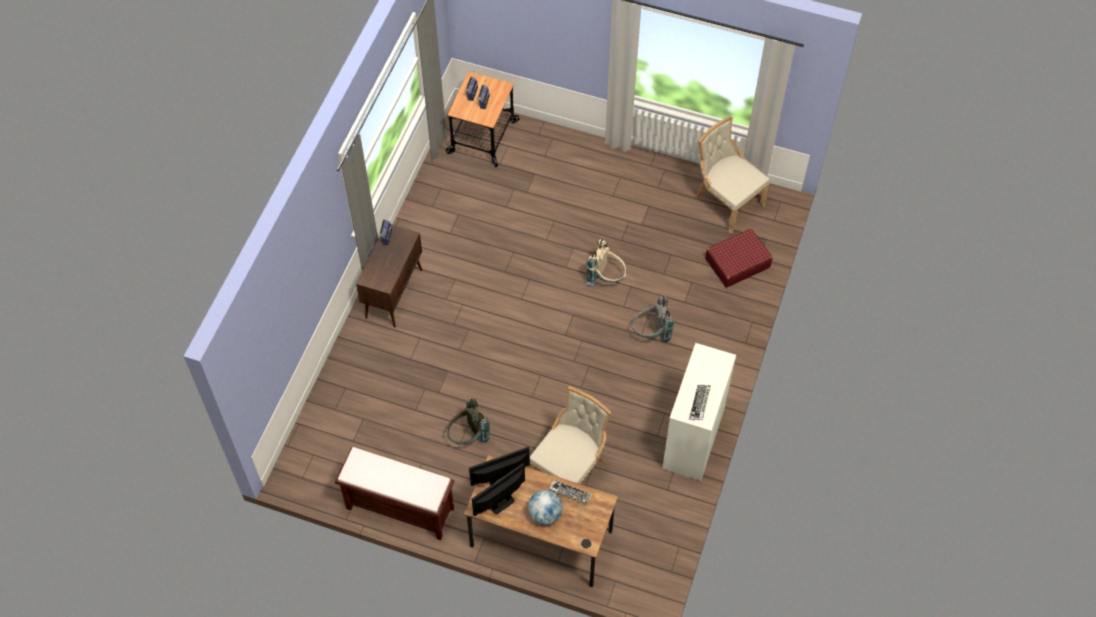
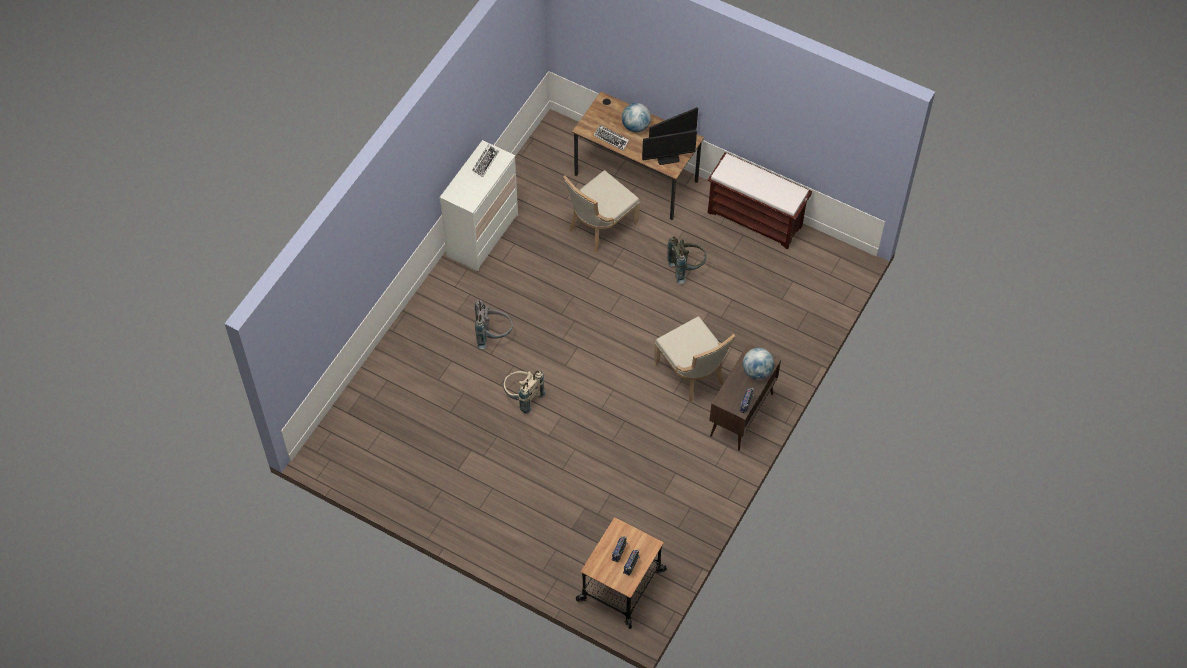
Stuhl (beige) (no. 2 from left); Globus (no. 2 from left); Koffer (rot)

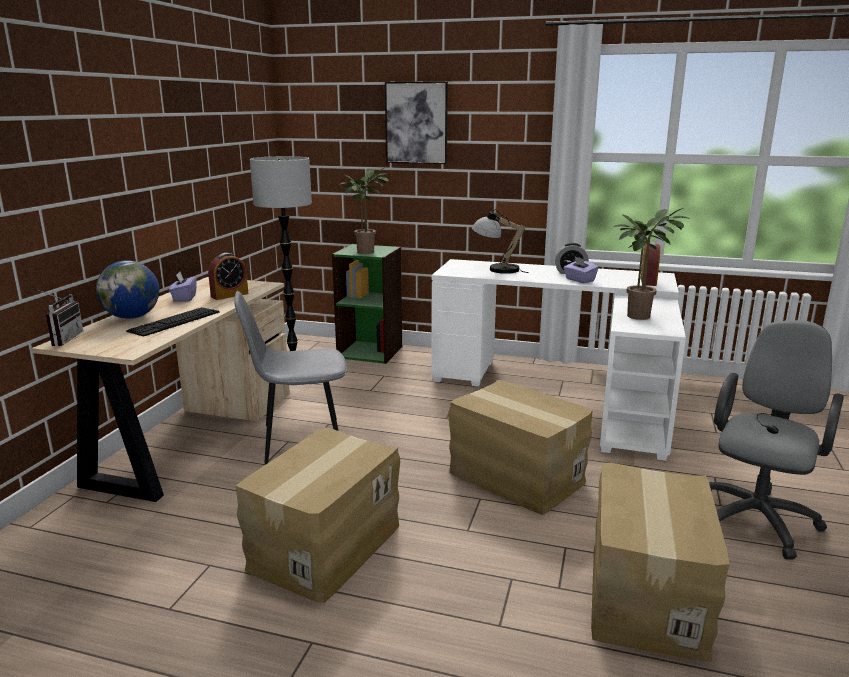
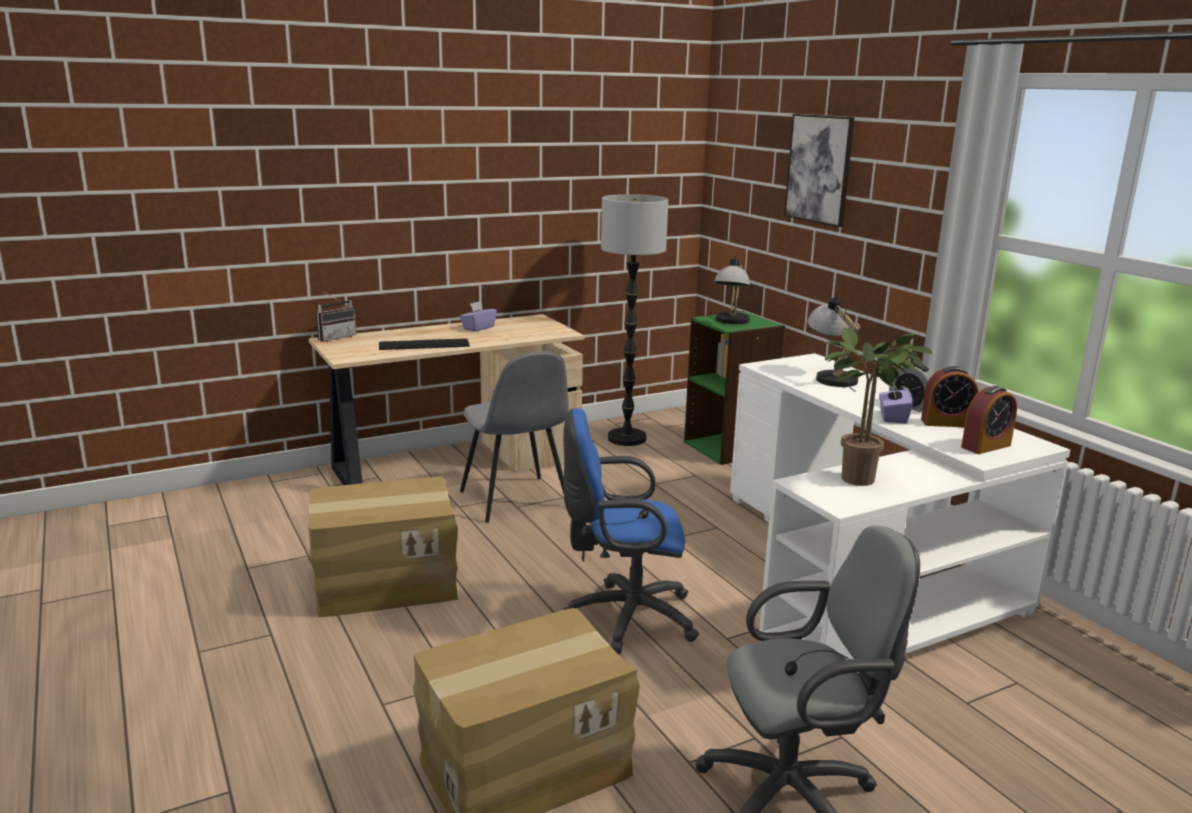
Stuhl (grau); Bürostuhl (blau); Tischlampe (no. 1 from left); Wecker (no. 2 from left); Globus

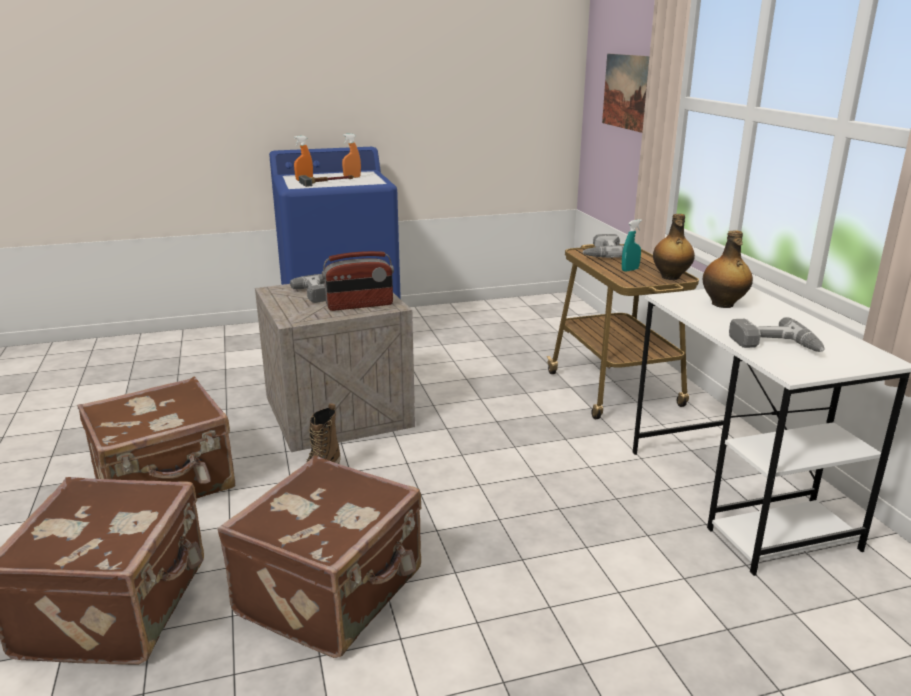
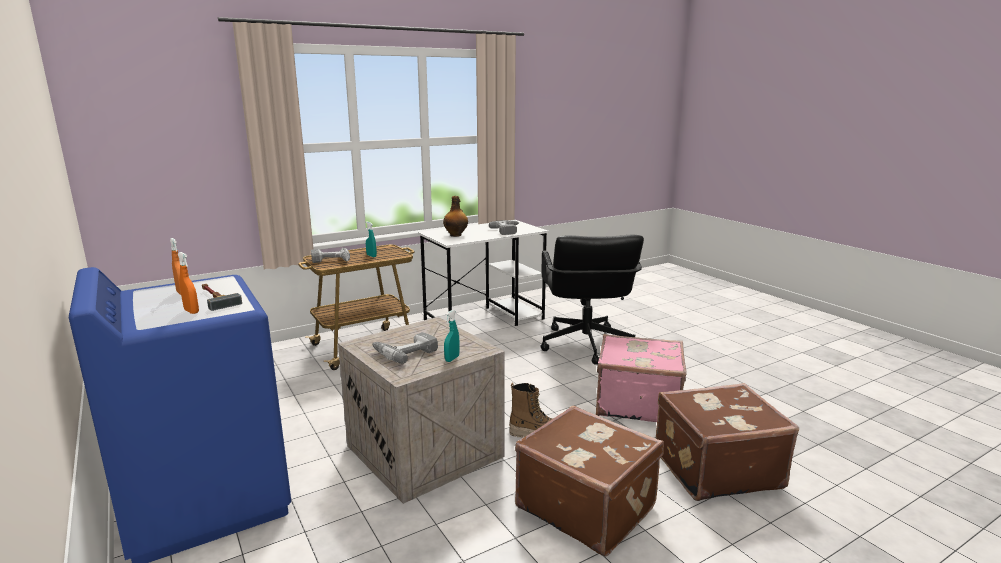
Sprühflasche (türkis) (no. 2 from left); Bürostuhl (schwarz); Koffer (rosa); Radio; Bild; Flasche (no. 1 from left in the first image)

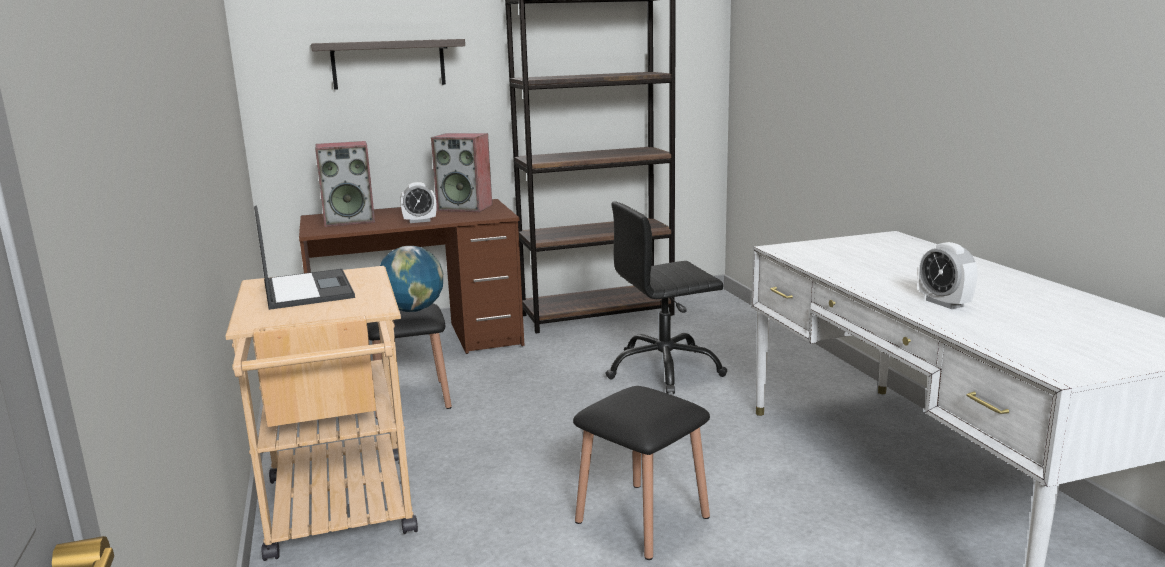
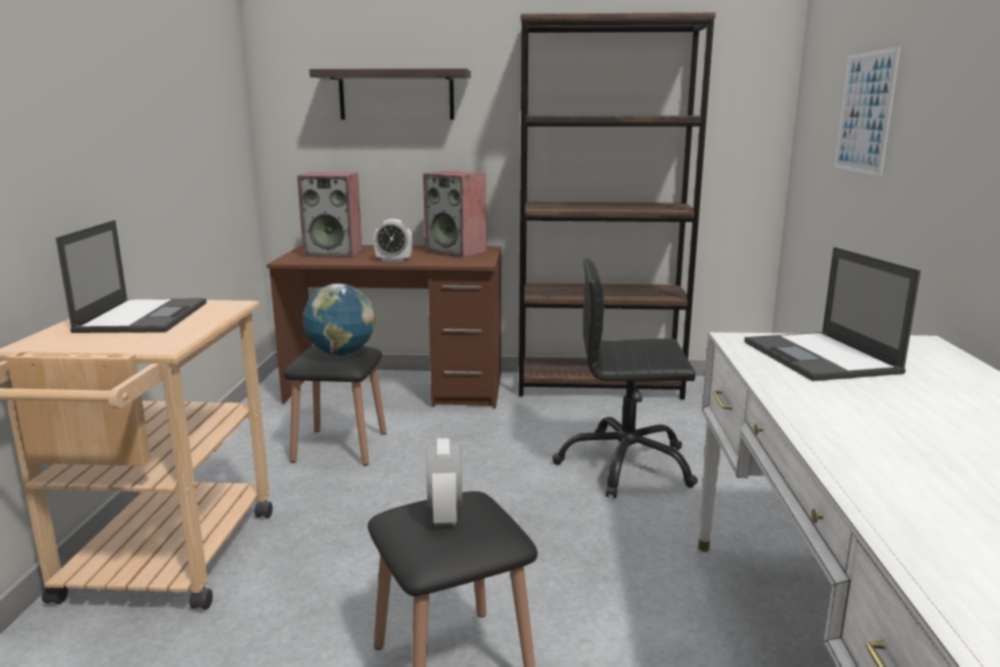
Wecker (no. 2 from left); Laptop (no. 2 from left); Bild

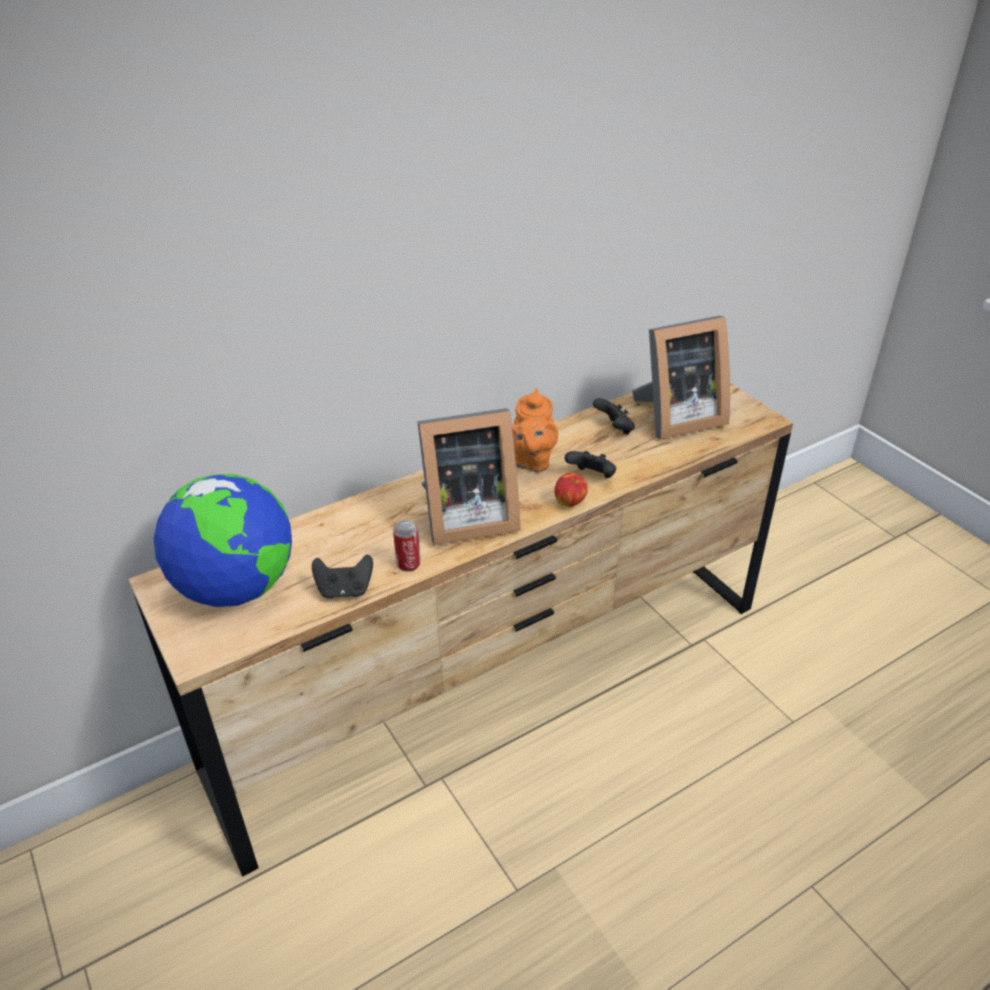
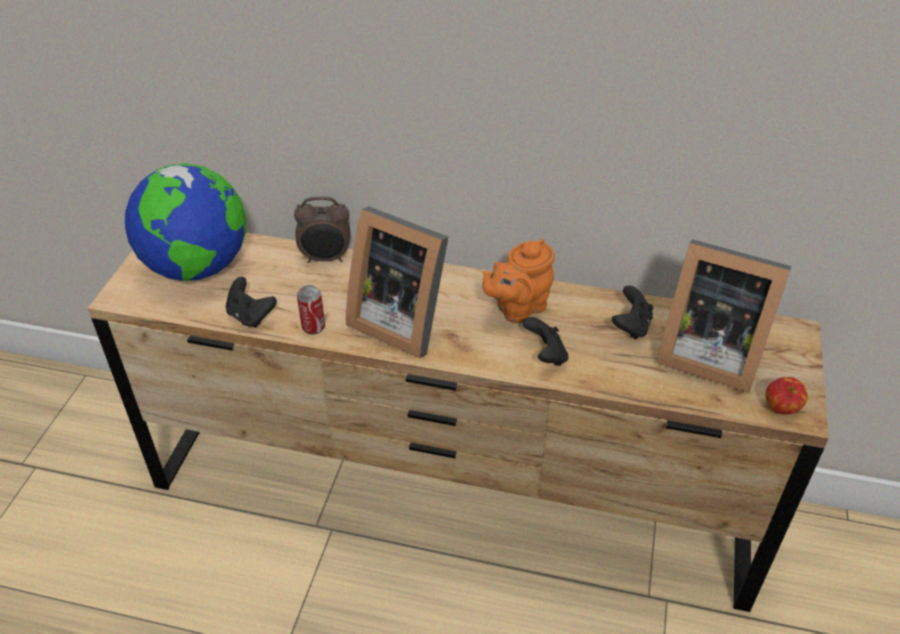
Wecker; Apfel

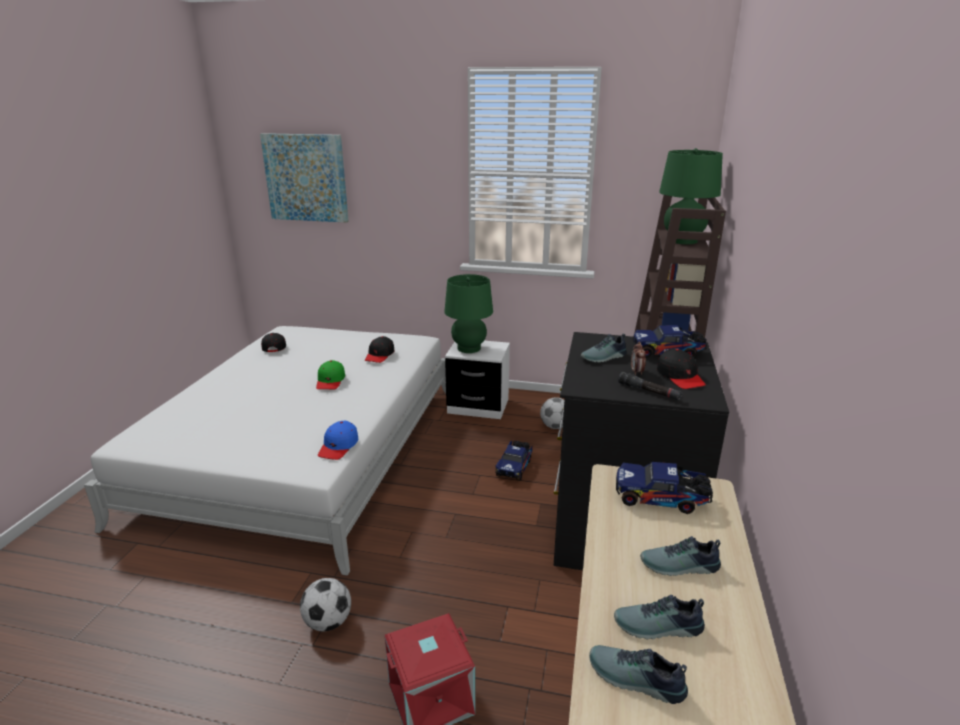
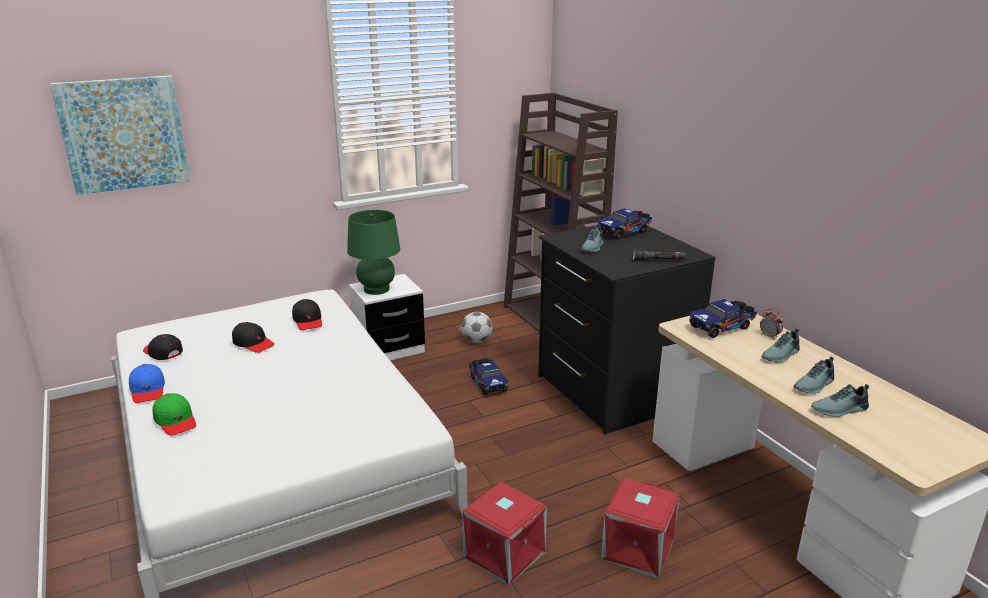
Kappe (blau); Kappe (grün); Kappe (schwarz) (no. 2 from left); Aufbewahrungsbox (rot) (no. 1 from left); Wecker; Tischlampe (grün) (no. 2 from left in the first image)

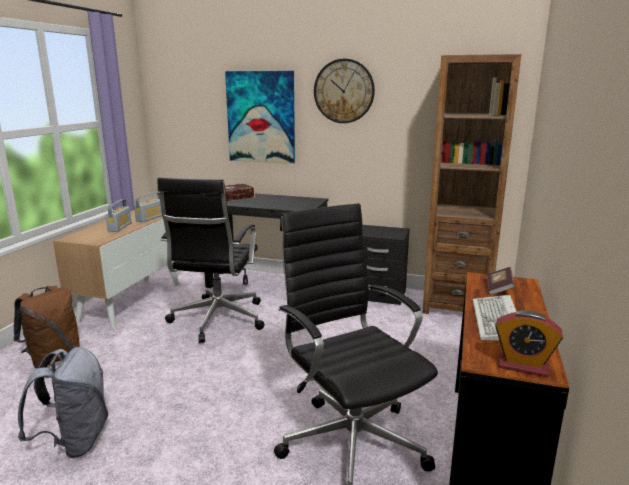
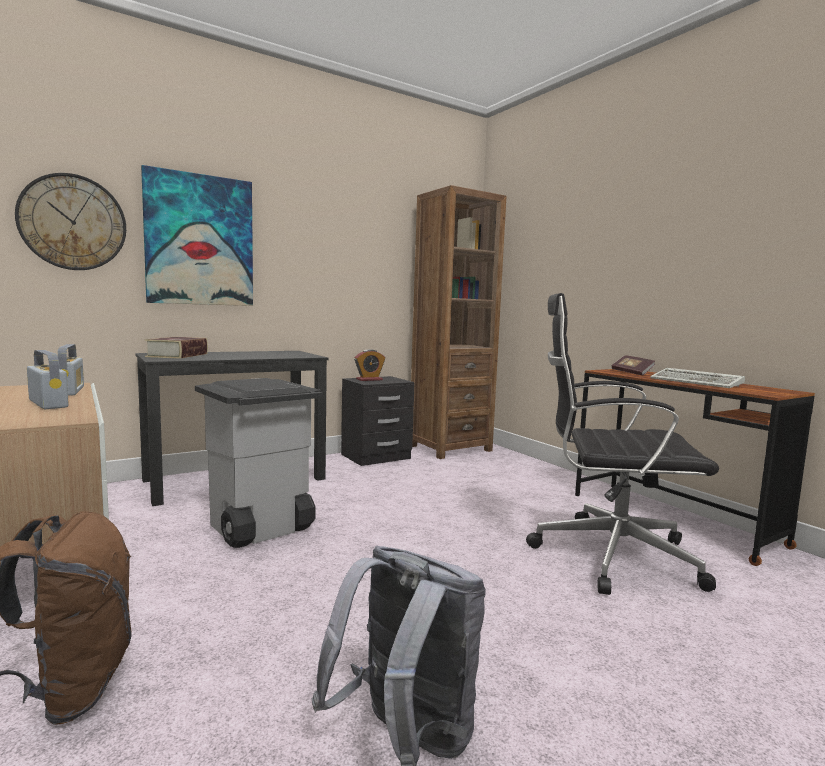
Wanduhr; Mülleimer (grau); Wecker

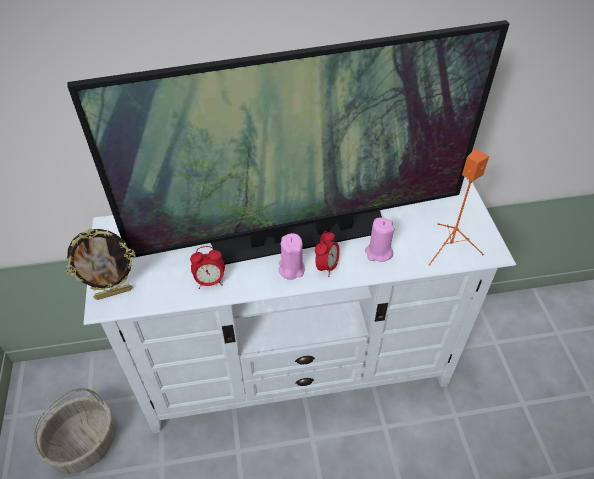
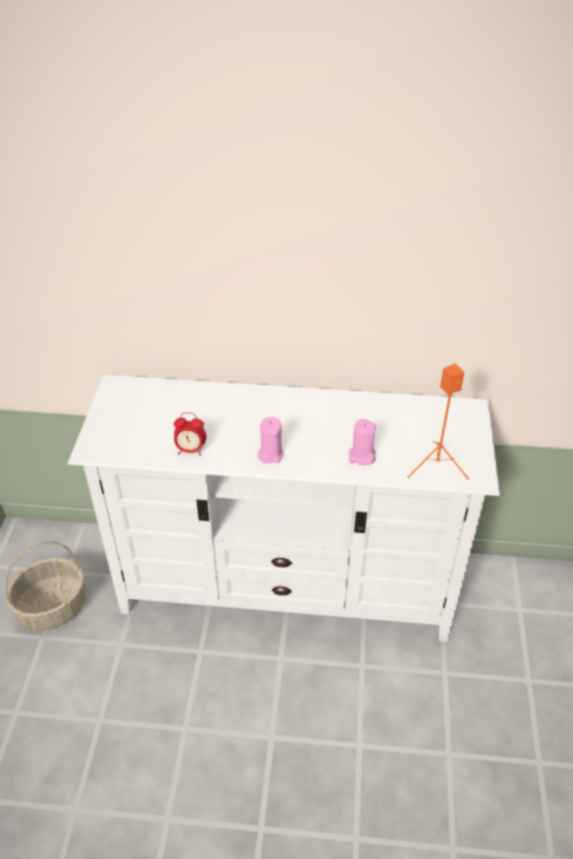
Bilderrahmen; Fernseher; Wecker (no. 2 from left in the first image)

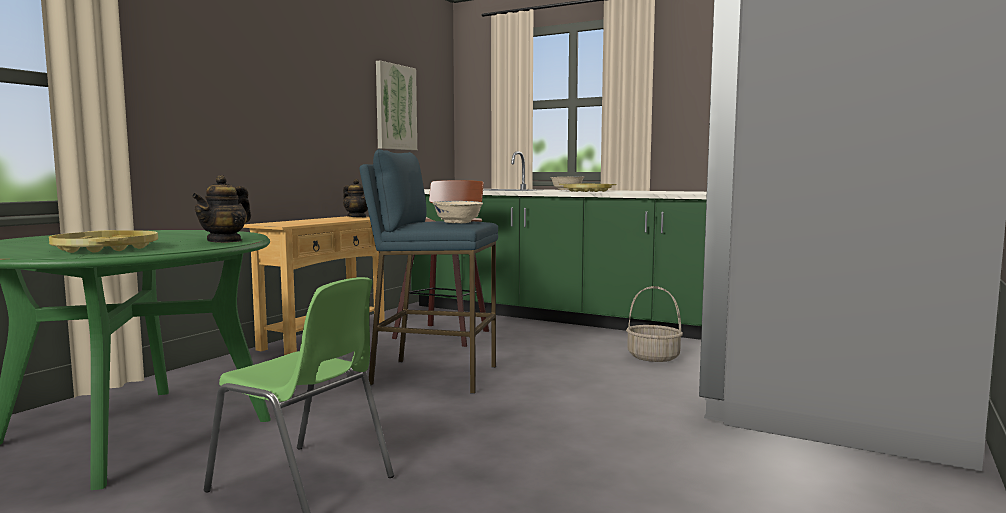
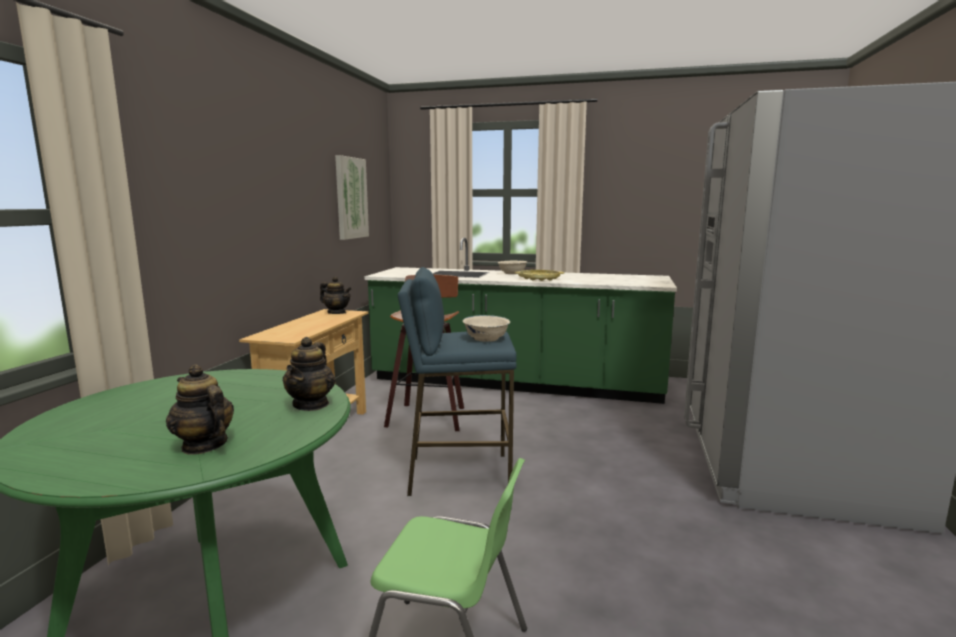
Teekanne (no. 1 from left); Korb

